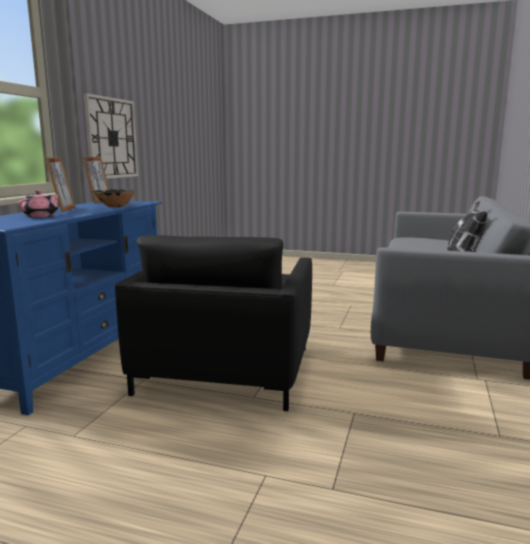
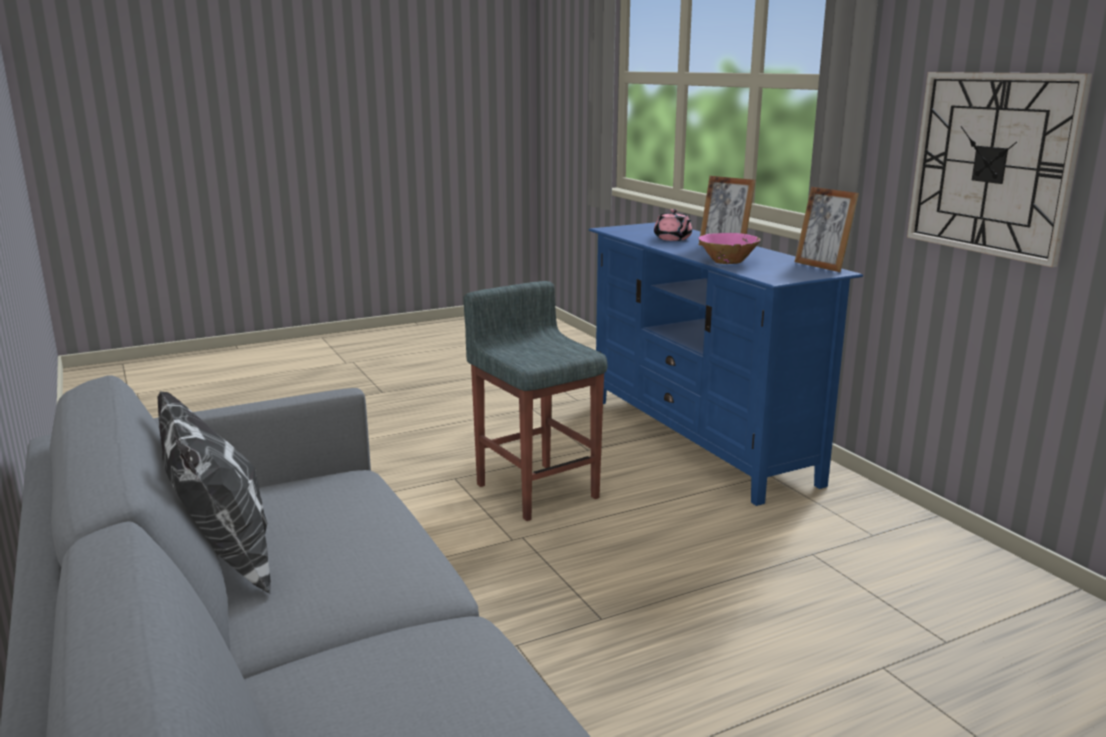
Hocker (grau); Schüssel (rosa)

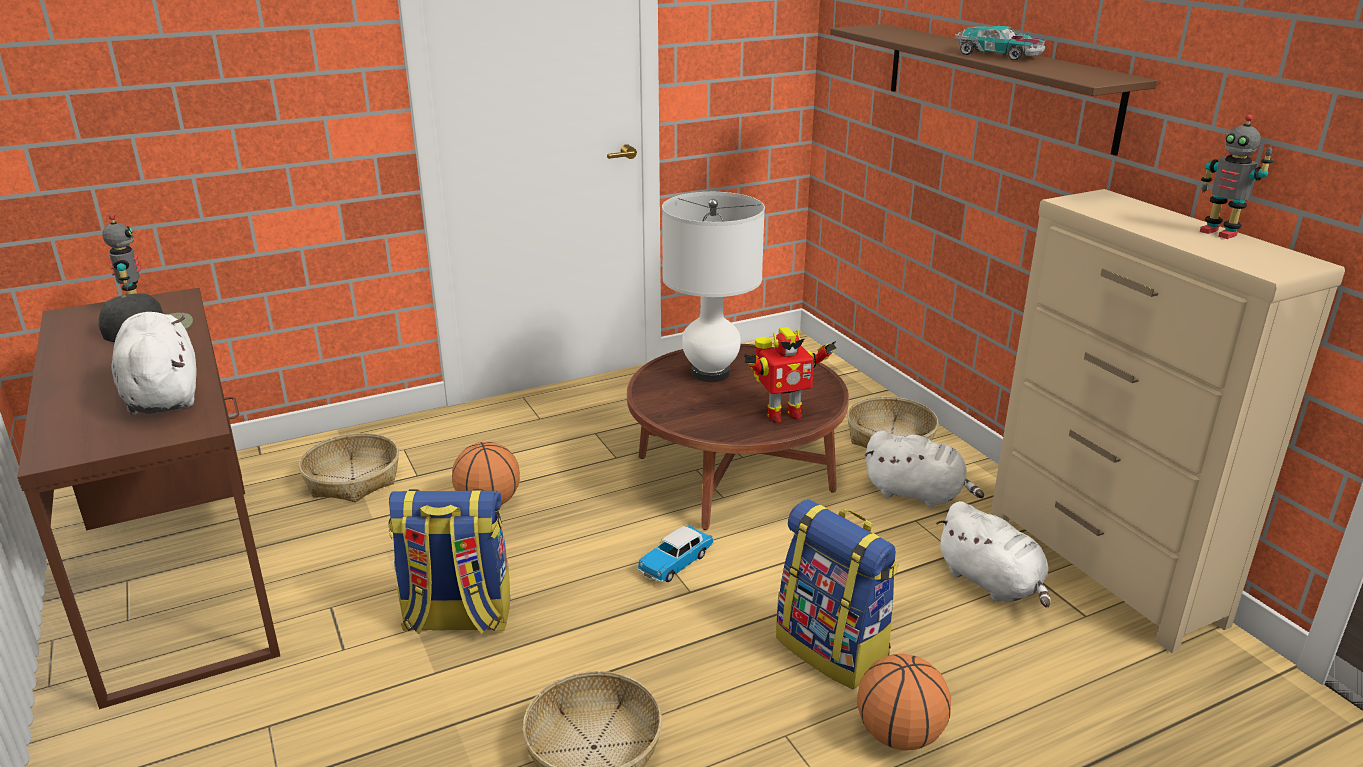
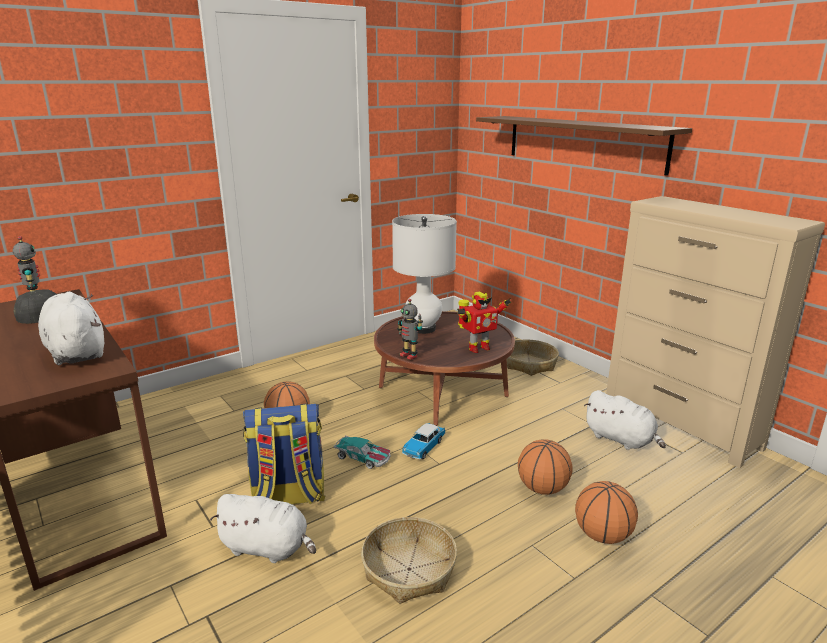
Plüschtier (weiß) (no. 2 from left); Spielzeugauto (no. 1 from left); Spielzeugroboter (no. 2 from left); Basketball (no. 2 from left); Korb (no. 1 from left in the first image)

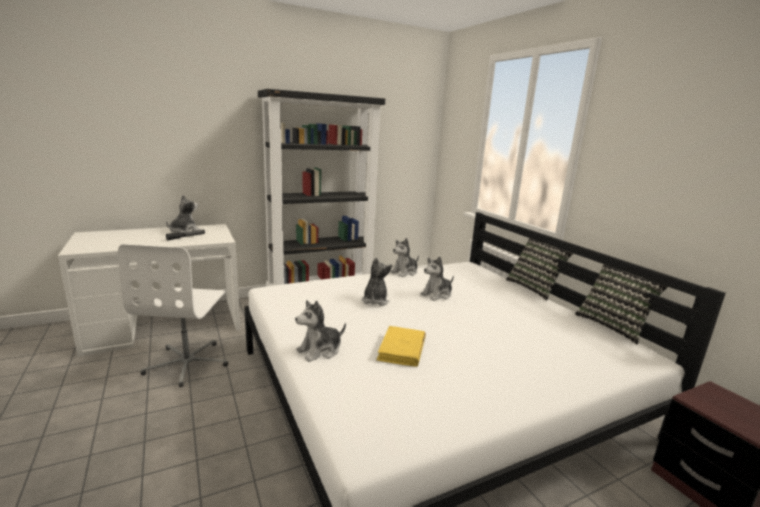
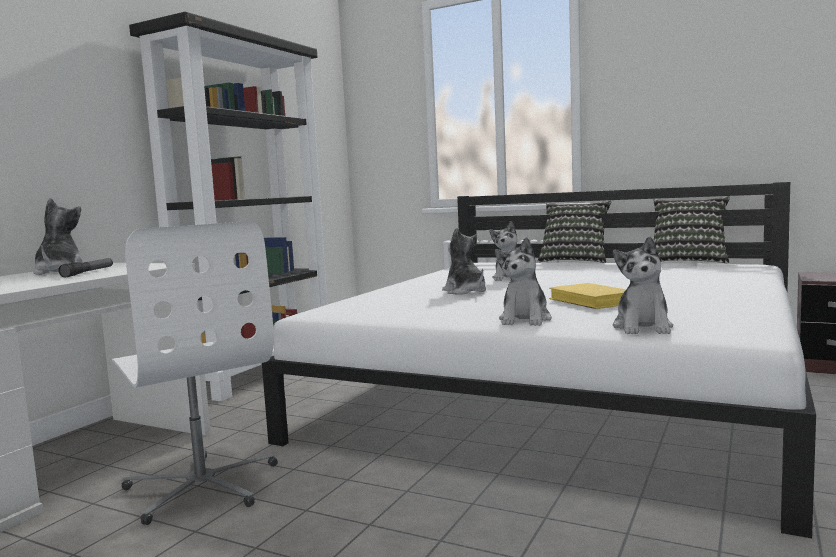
Plüschtier (no. 5 from left)

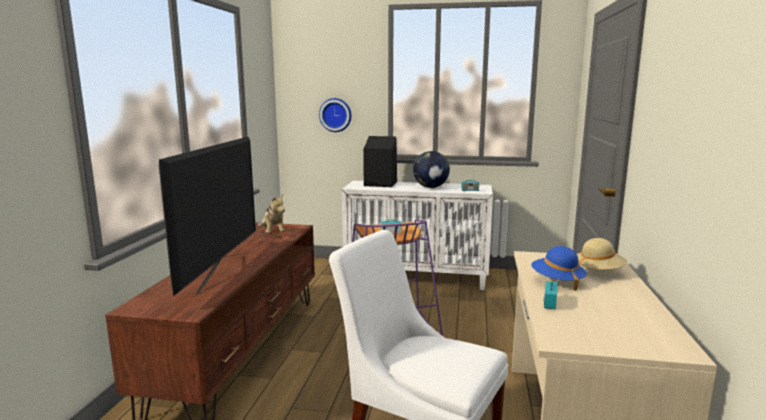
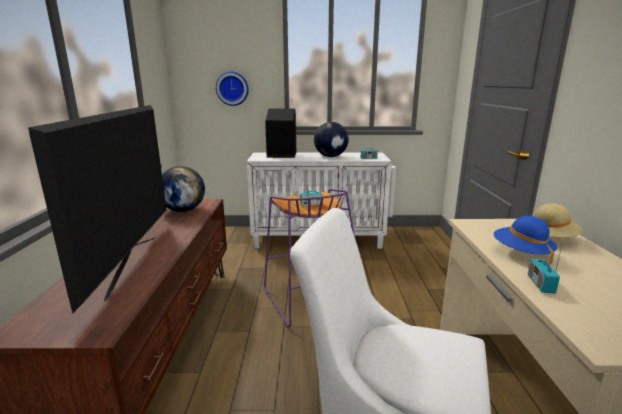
Globus (no. 1 from left)

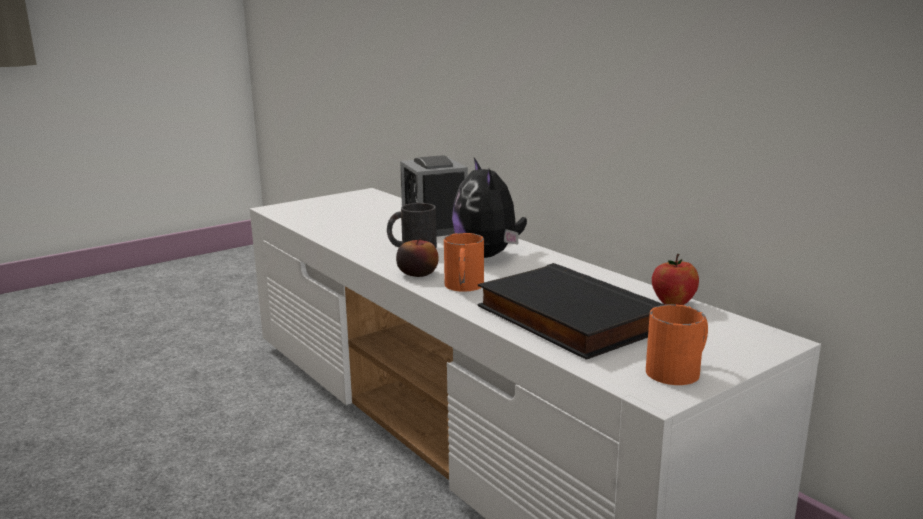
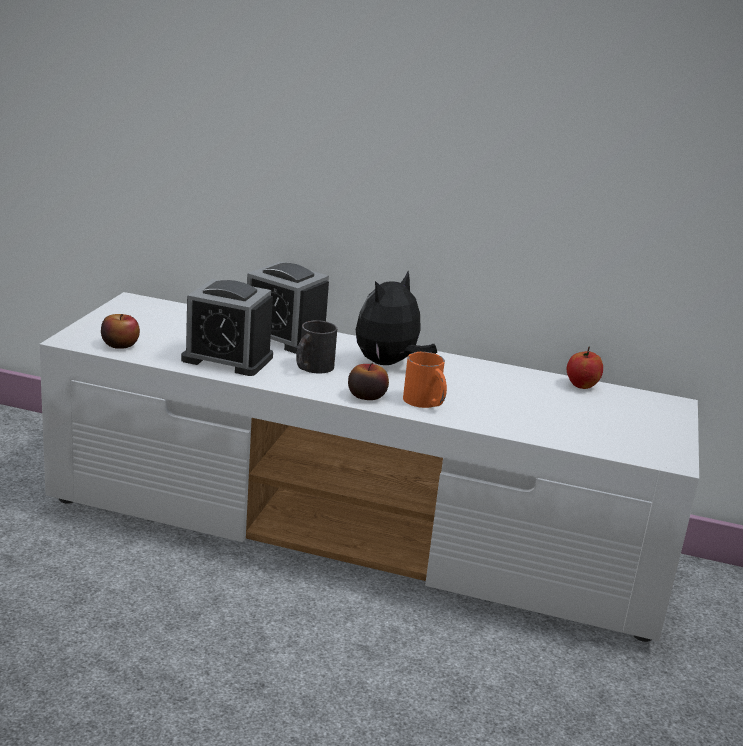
Apfel (no. 1 from left); Wecker (no. 1 from left); Plüschtier; Buch (schwarz); Henkelbecher (orange) (no. 2 from left in the first image)

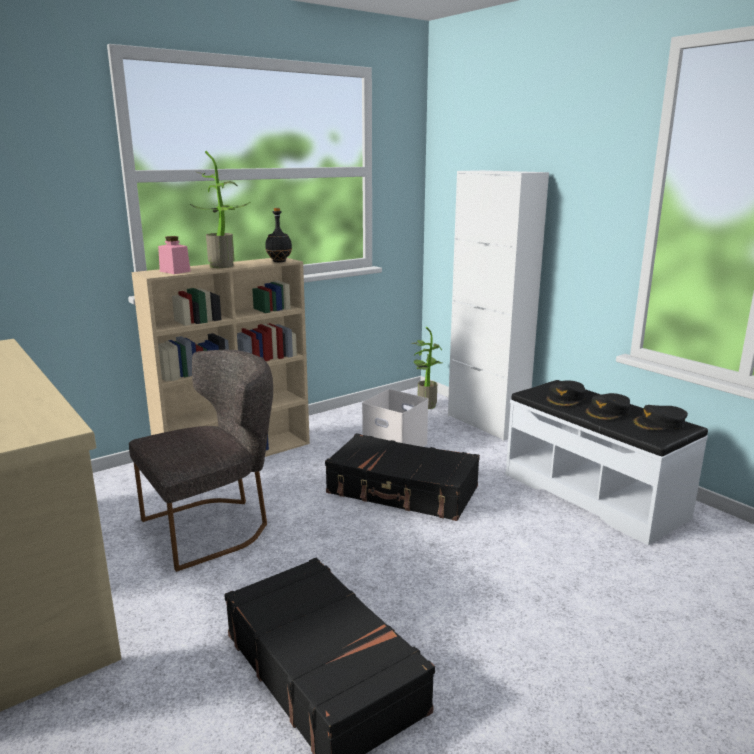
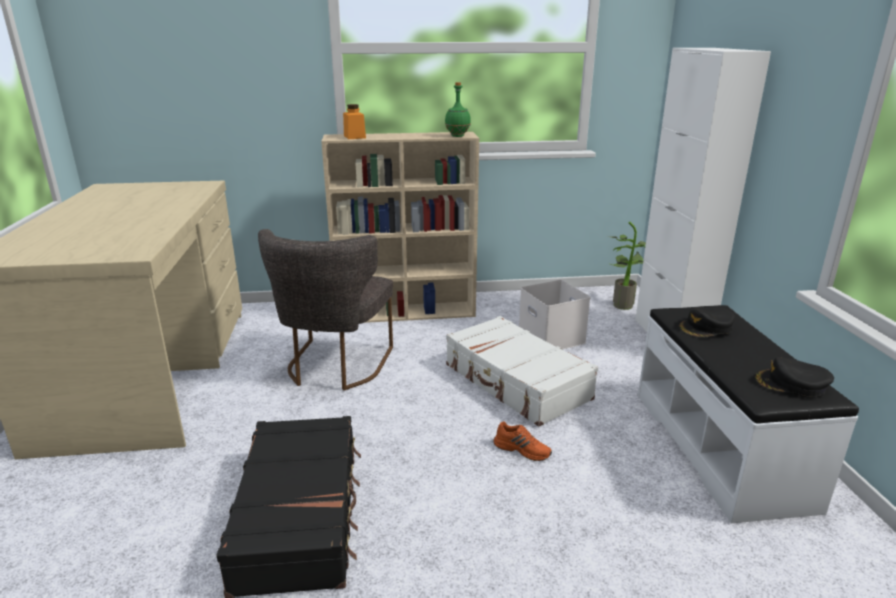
Stuhl (grau); Vorratsglas (orange); Flasche (grün); Koffer (weiß); Schuh (orange); Topfpflanze (no. 1 from left in the first image); Kappe (schwarz) (no. 2 from left in the first image)

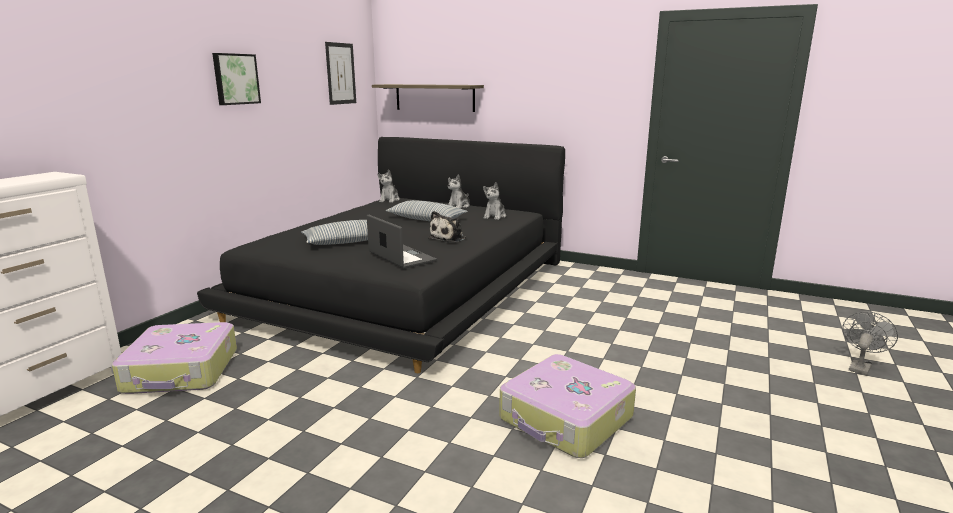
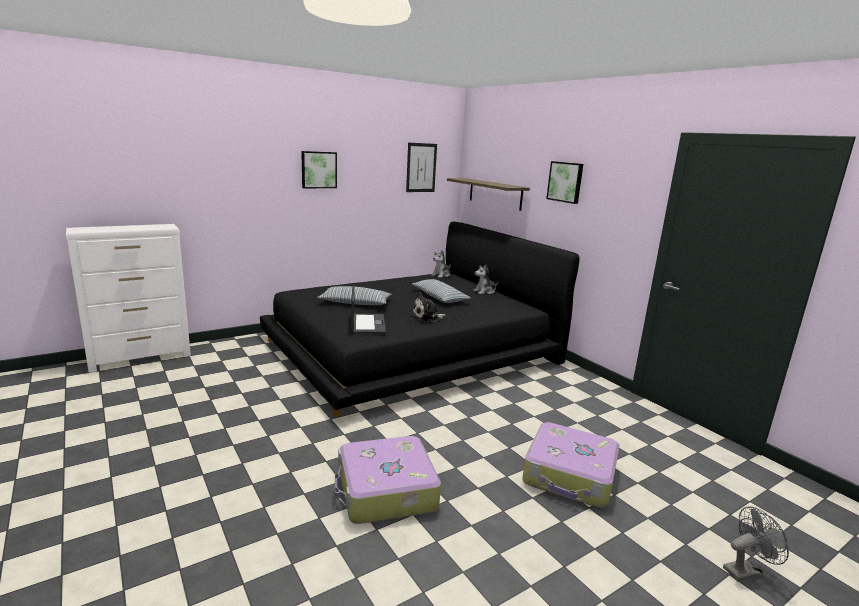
Koffer (no. 2 from left); Bild (no. 3 from left); Plüschtier (no. 4 from left in the first image)

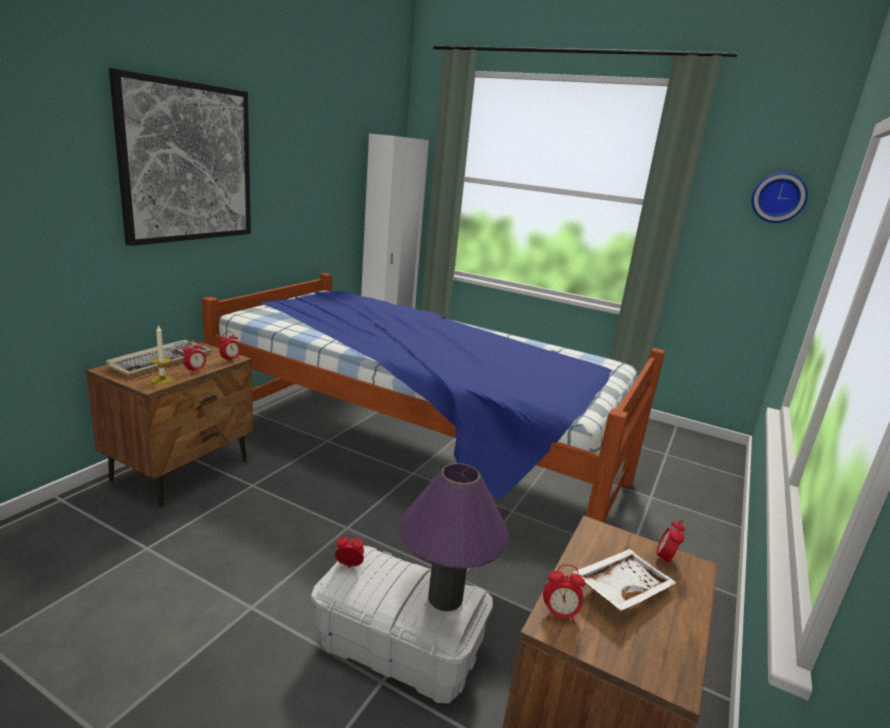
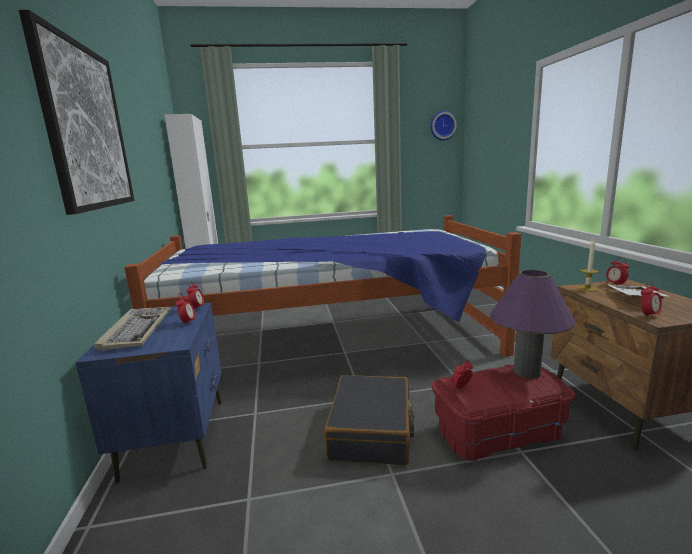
Nachttisch (blau); Koffer (schwarz); Aufbewahrungsbox (rot); Kerze

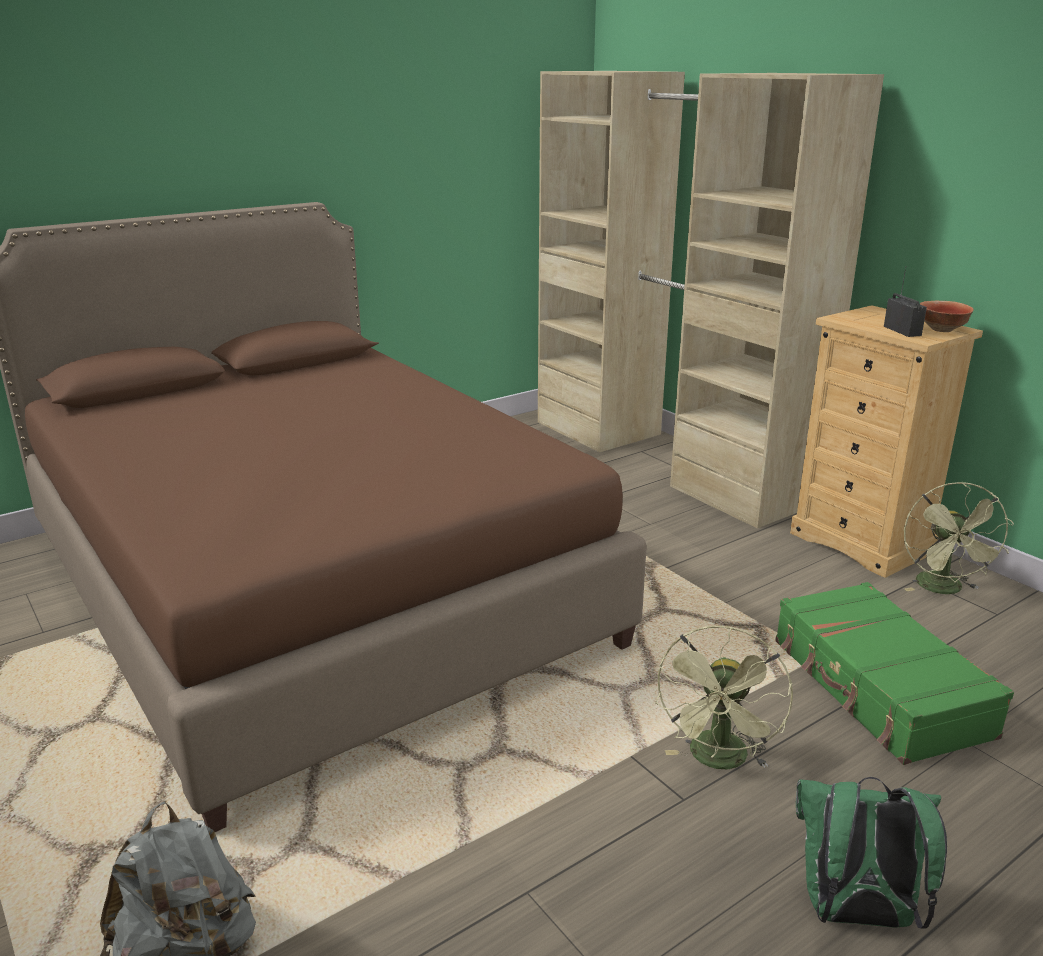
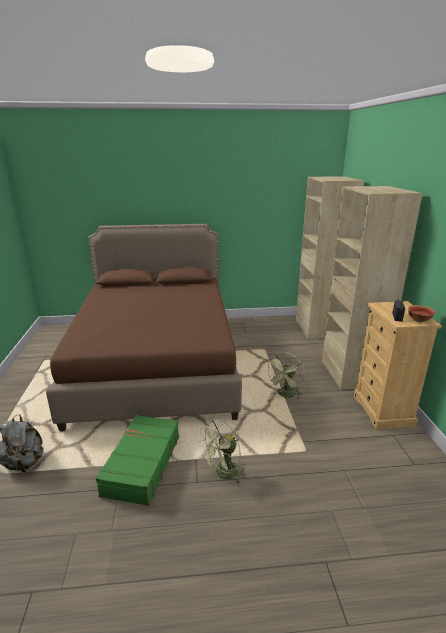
Koffer (grün); Ventilator (grün) (no. 2 from left); Rucksack (grün)

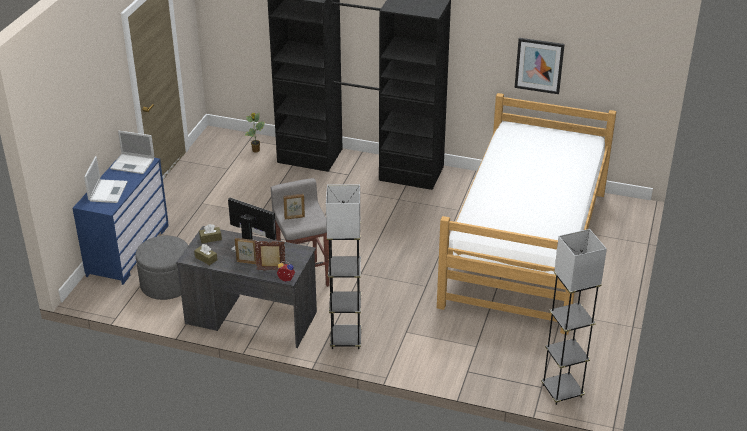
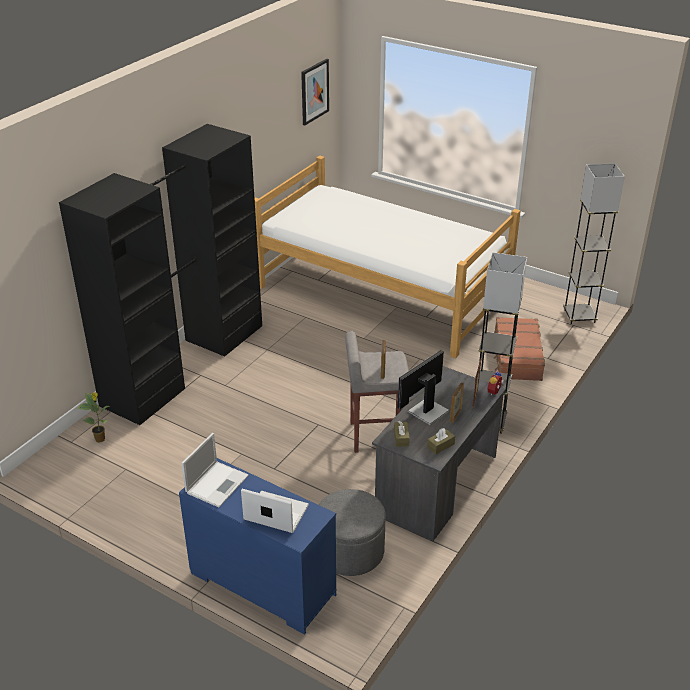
Bild; Koffer (braun)

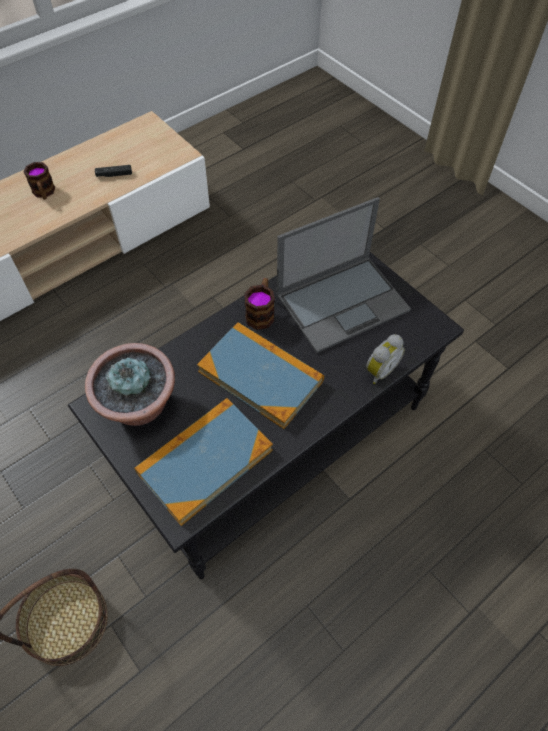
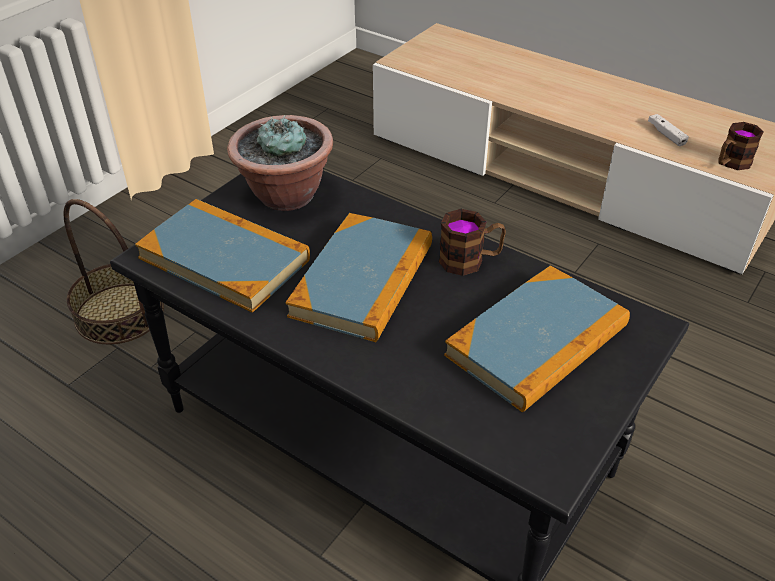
Buch (no. 3 from left); Gamepad (weiß); Henkelbecher (no. 2 from left); Wecker

